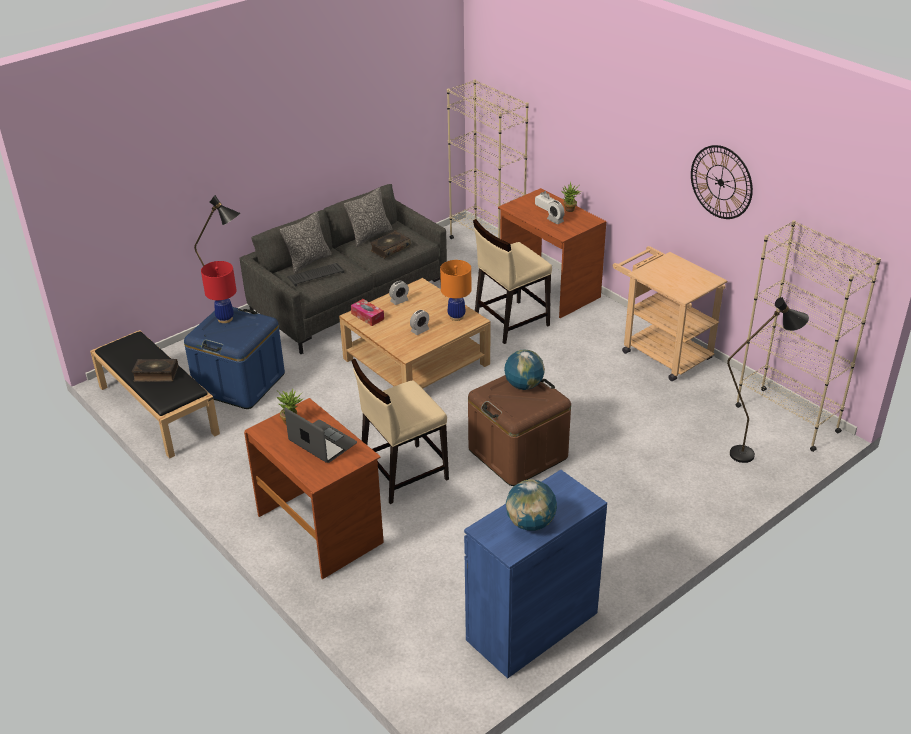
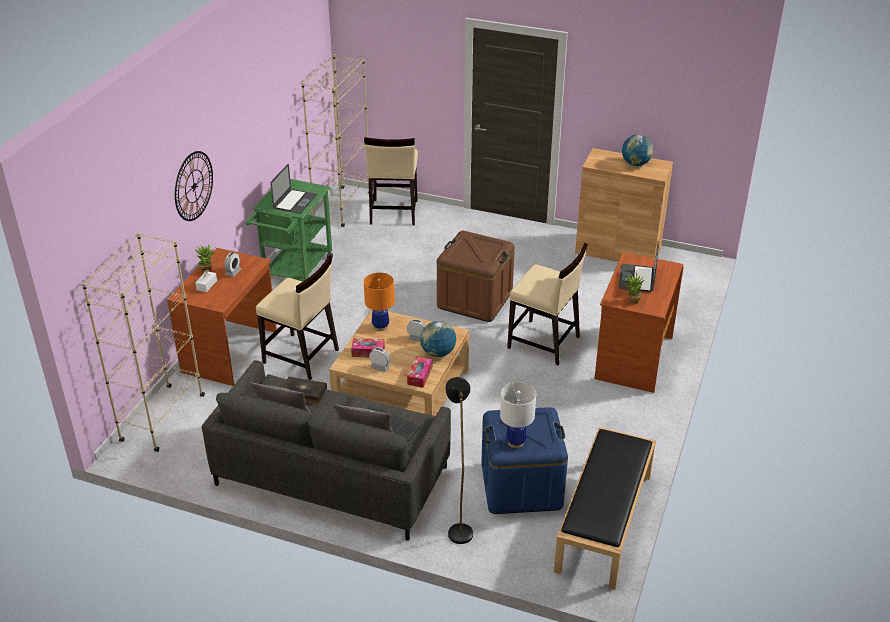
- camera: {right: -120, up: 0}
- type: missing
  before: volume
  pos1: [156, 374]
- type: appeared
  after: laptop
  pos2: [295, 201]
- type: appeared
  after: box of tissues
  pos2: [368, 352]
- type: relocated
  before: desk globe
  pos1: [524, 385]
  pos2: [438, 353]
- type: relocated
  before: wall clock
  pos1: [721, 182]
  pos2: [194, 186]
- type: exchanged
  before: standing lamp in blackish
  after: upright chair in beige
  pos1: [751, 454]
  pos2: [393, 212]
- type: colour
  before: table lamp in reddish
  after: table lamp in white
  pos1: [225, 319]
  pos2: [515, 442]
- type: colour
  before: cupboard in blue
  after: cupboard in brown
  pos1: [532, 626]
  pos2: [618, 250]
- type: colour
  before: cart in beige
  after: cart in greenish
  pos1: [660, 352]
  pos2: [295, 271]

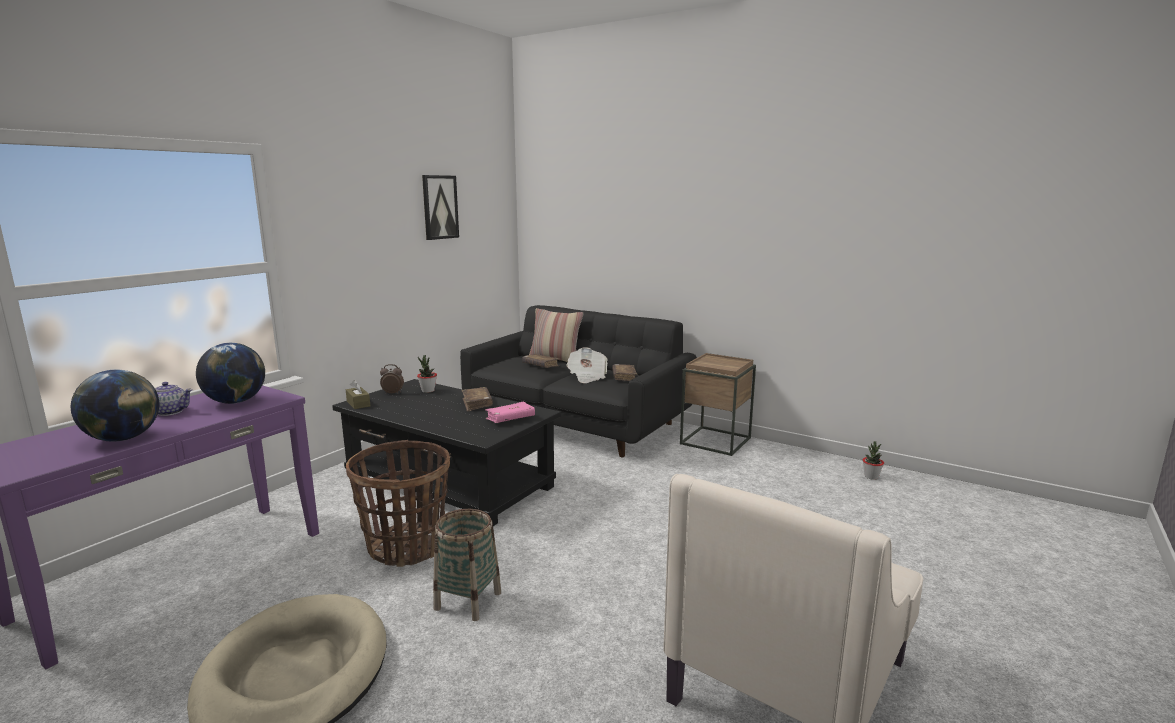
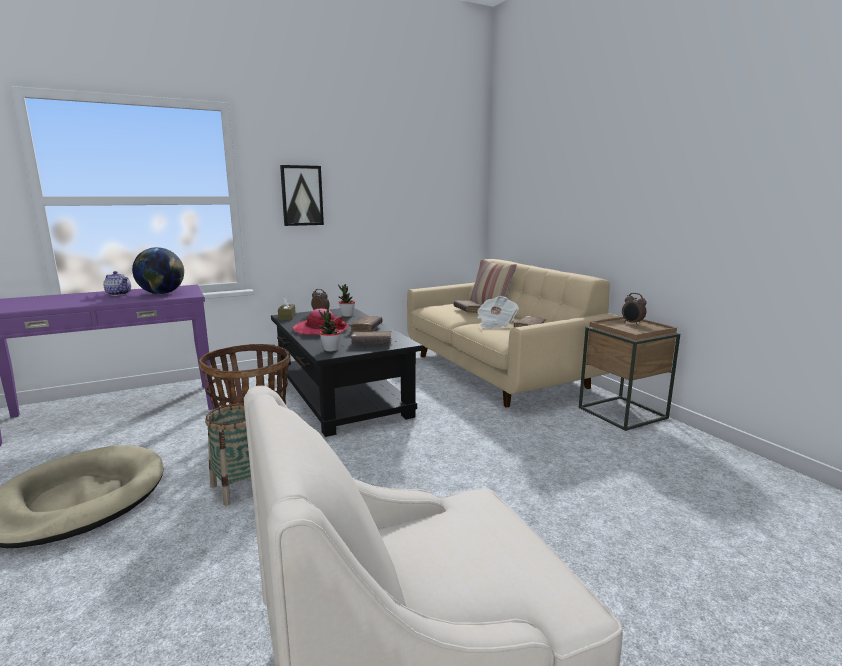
- camera: {right: 30, up: 0}
- type: missing
  before: desk globe
  pos1: [123, 439]
- type: appeared
  after: hat
  pos2: [320, 329]
- type: appeared
  after: table clock
  pos2: [632, 323]
- type: relocated
  before: wall picture
  pos1: [440, 207]
  pos2: [302, 195]
- type: relocated
  before: plant in a pot
  pos1: [871, 477]
  pos2: [331, 349]
- type: colour
  before: settee in blackish
  after: settee in beige
  pos1: [577, 423]
  pos2: [497, 371]
- type: colour
  before: volume in pink-coloured
  after: volume in brown
  pos1: [510, 419]
  pos2: [371, 343]

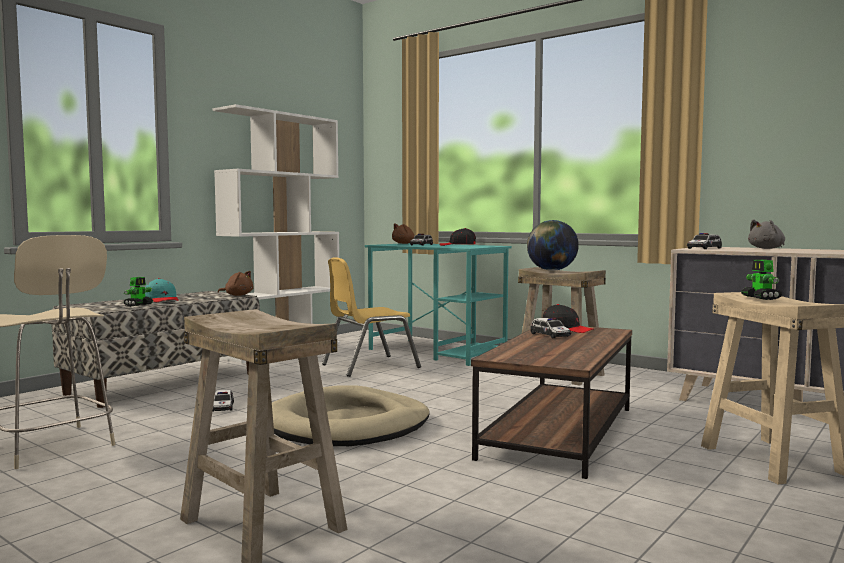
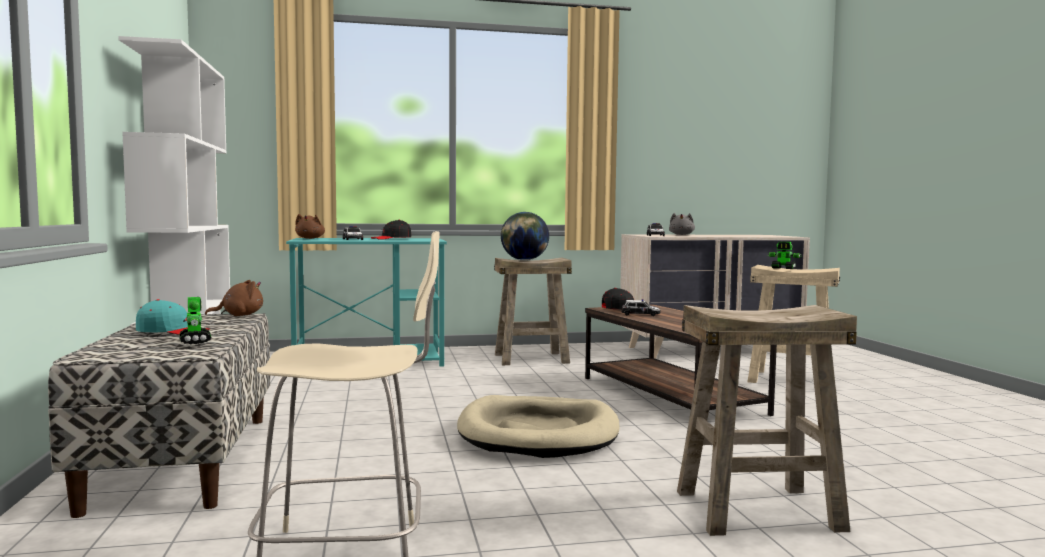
- camera: {right: -50, up: 0}
- type: missing
  before: miniature car
  pos1: [223, 407]
- type: missing
  before: upright chair in yellowish
  pos1: [369, 366]

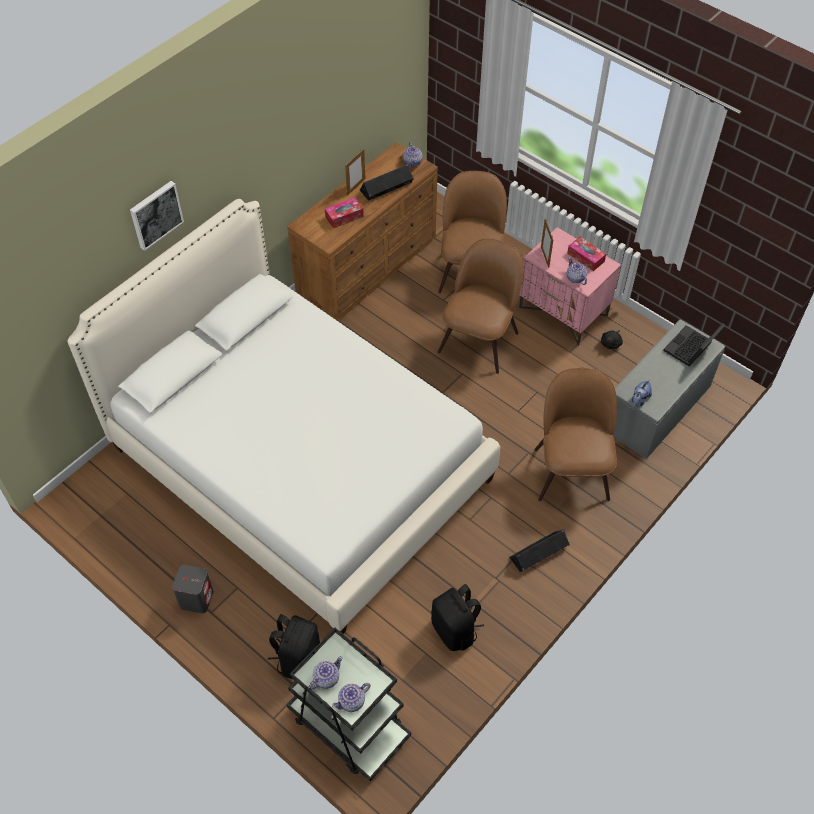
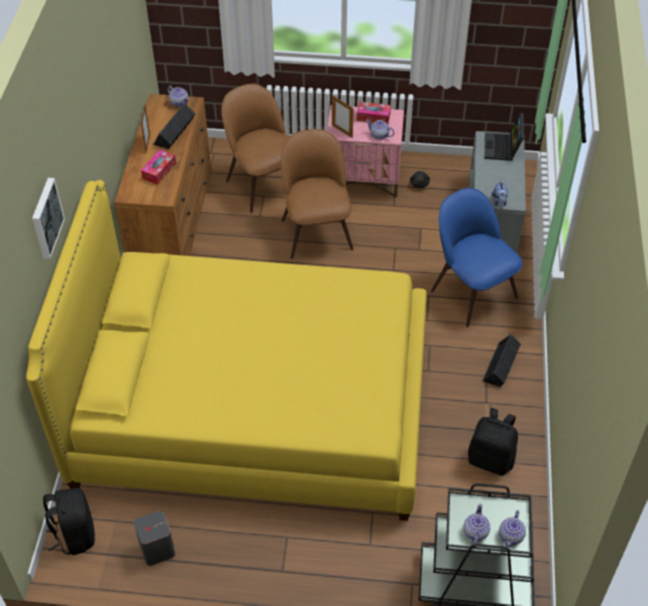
- camera: {right: -35, up: -5}
- type: relocated
  before: audio speaker in grey
  pos1: [196, 598]
  pos2: [157, 549]
- type: relocated
  before: knapsack in blackish
  pos1: [297, 657]
  pos2: [75, 534]
- type: colour
  before: sleeping bed in white
  after: sleeping bed in yellowish
  pos1: [301, 462]
  pos2: [252, 405]
- type: colour
  before: upright chair in brown
  after: upright chair in blue
  pos1: [571, 470]
  pos2: [471, 291]

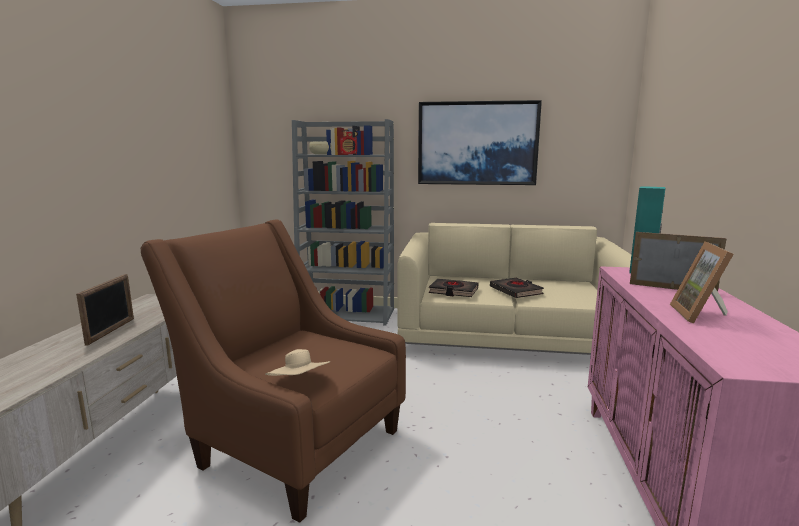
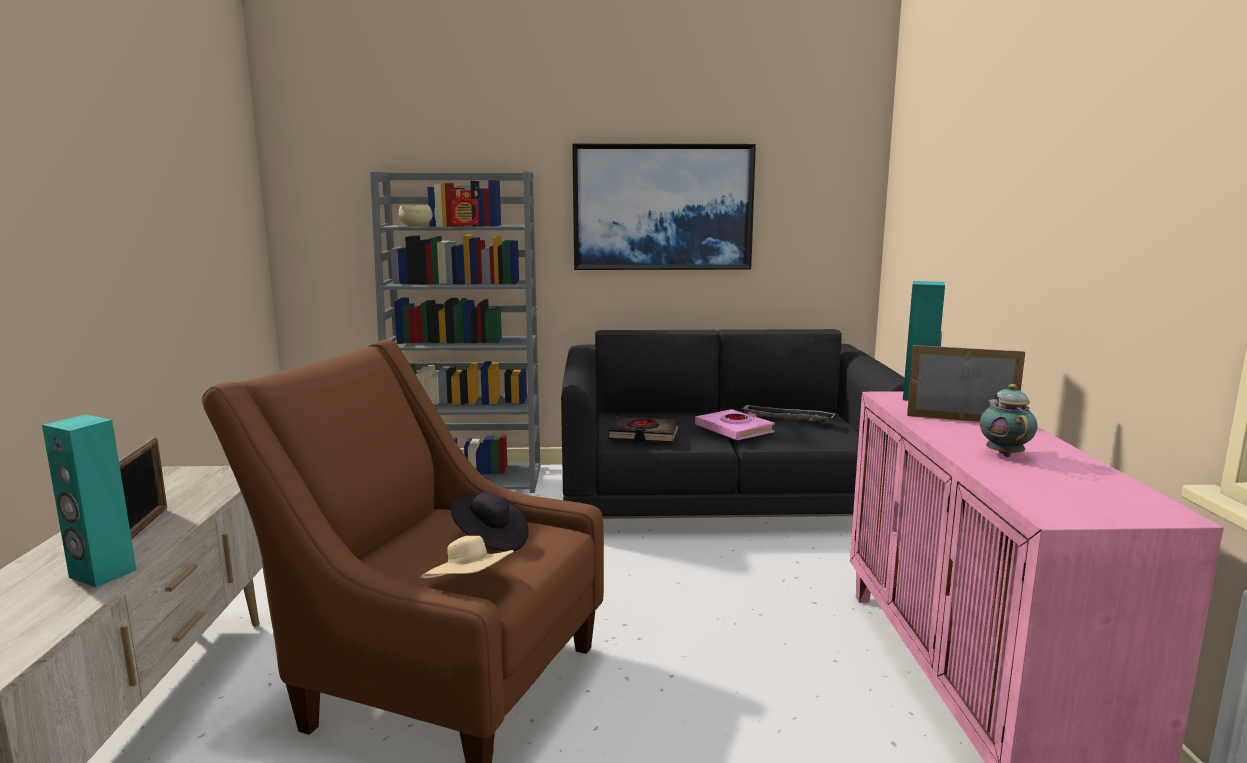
- camera: {right: -10, up: 0}
- type: appeared
  after: audio speaker in turquoise-coloured
  pos2: [102, 574]
- type: appeared
  after: hat in blackish
  pos2: [490, 540]
- type: appeared
  after: carrying tray
  pos2: [787, 418]
- type: exchanged
  before: picture frame
  after: pot for tea
  pos1: [702, 315]
  pos2: [1003, 454]
- type: colour
  before: settee in beige
  after: settee in blackish
  pos1: [507, 335]
  pos2: [721, 496]
- type: colour
  before: volume in blackish
  after: volume in pink-coloured
  pos1: [516, 291]
  pos2: [734, 430]

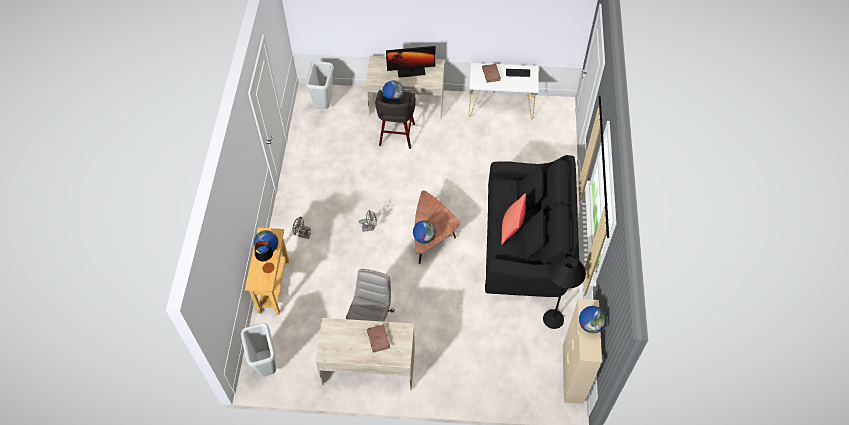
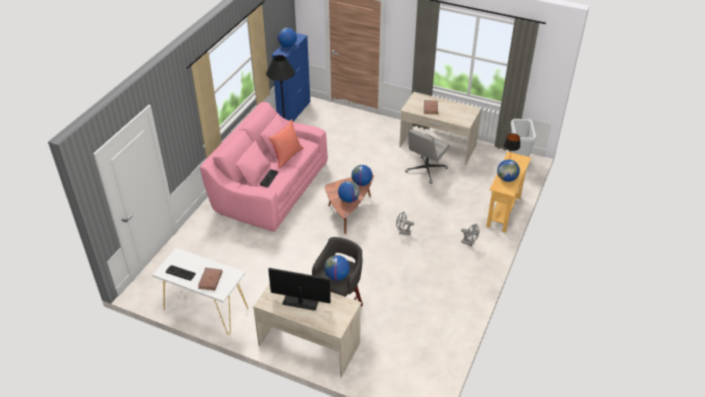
- camera: {right: -160, up: -15}
- type: missing
  before: rubbish bin in grey
  pos1: [324, 105]
- type: appeared
  after: desk globe
  pos2: [348, 199]
- type: colour
  before: settee in blackish
  after: settee in pink-coloured
  pos1: [527, 241]
  pos2: [269, 187]
- type: colour
  before: cupboard in beige
  after: cupboard in blue
  pos1: [572, 374]
  pos2: [294, 111]

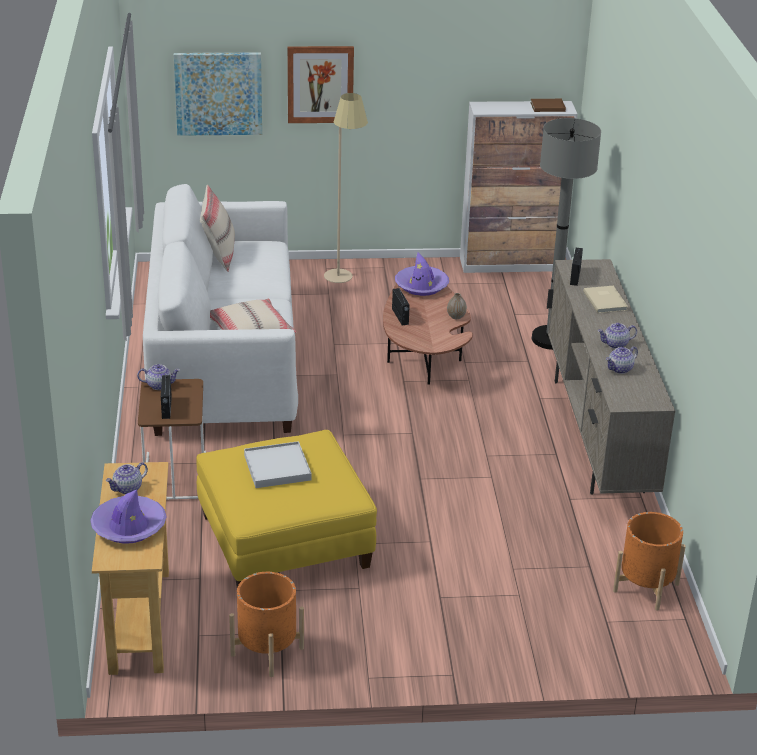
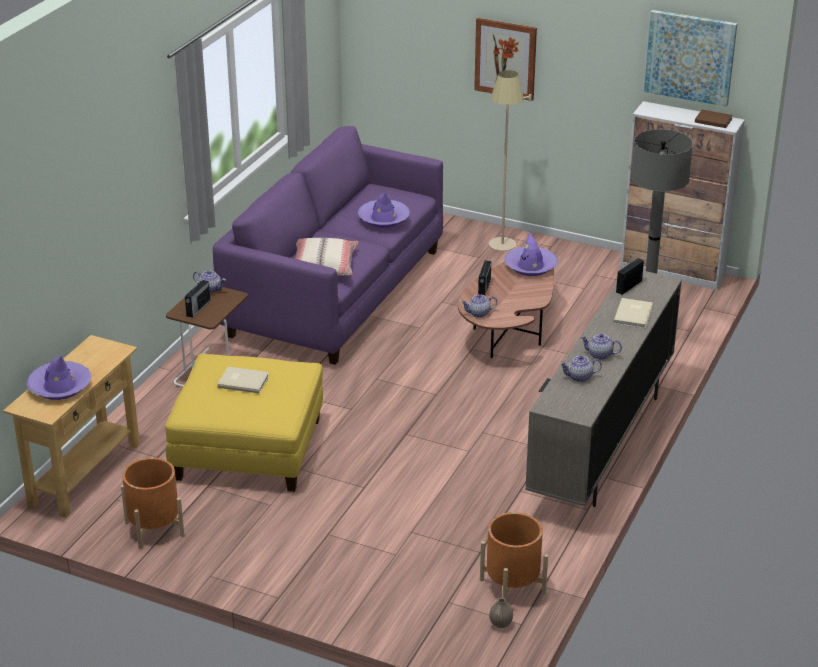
- camera: {right: 30, up: 0}
- type: missing
  before: pillow in beige
  pos1: [218, 255]
- type: appeared
  after: hat in purplish
  pos2: [383, 218]
- type: relocated
  before: pot for tea
  pos1: [127, 489]
  pos2: [478, 313]
- type: relocated
  before: wall picture
  pos1: [218, 93]
  pos2: [690, 57]
- type: relocated
  before: vase
  pos1: [456, 317]
  pos2: [500, 624]
- type: exchanged
  before: carrying tray in white
  after: volume in beige
  pos1: [277, 468]
  pos2: [243, 381]
- type: colour
  before: settee in white
  after: settee in purplish
  pos1: [223, 362]
  pos2: [336, 292]

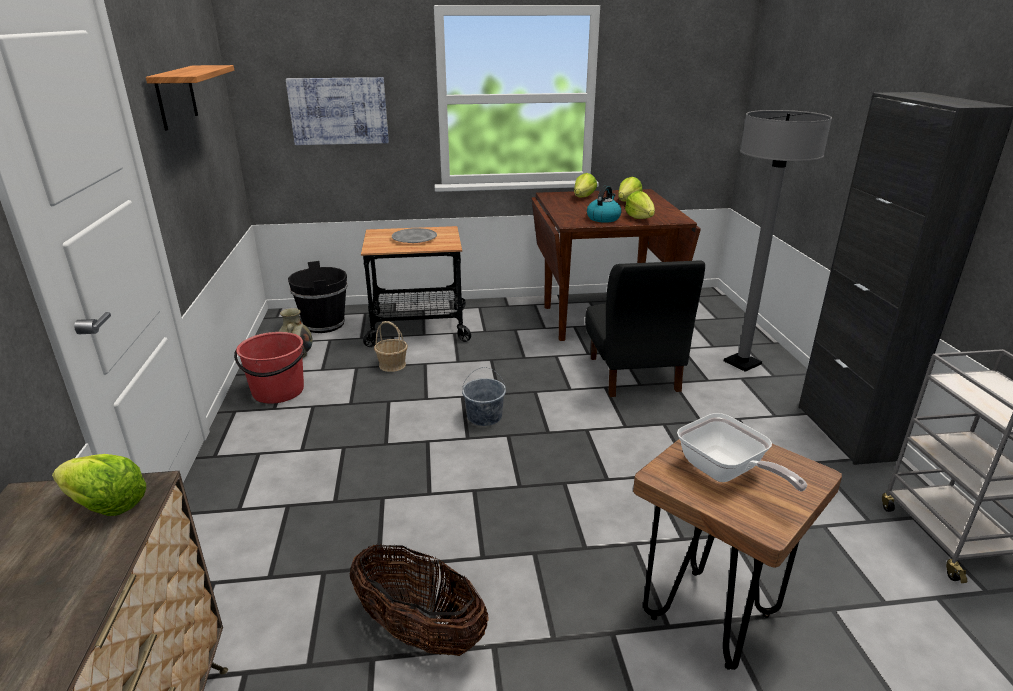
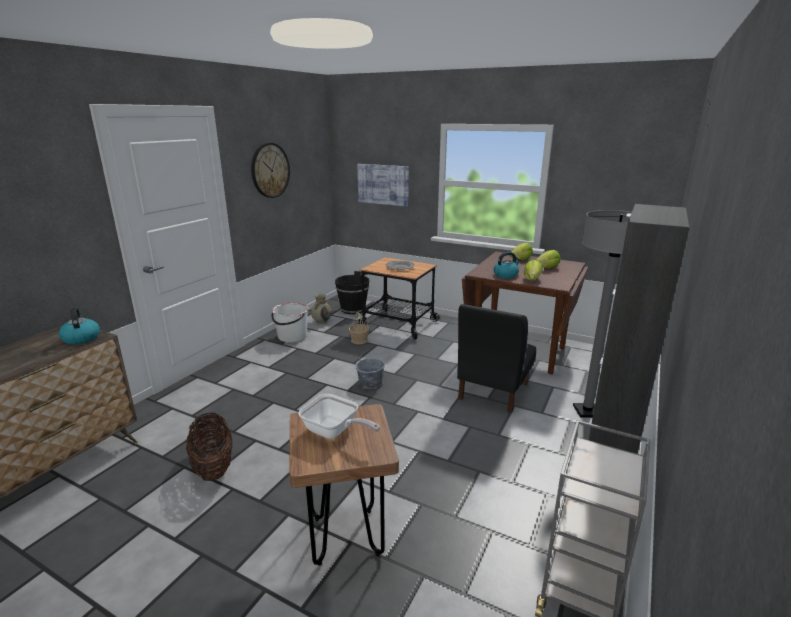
- camera: {right: 35, up: -5}
- type: exchanged
  before: lettuce
  after: water kettle
  pos1: [105, 506]
  pos2: [81, 338]
- type: exchanged
  before: wall shelf
  after: wall clock
  pos1: [176, 96]
  pos2: [270, 170]
- type: colour
  before: bucket in reddish
  after: bucket in white
  pos1: [278, 391]
  pos2: [292, 336]
- type: spun
  before: skillet
  pos1: [725, 473]
  pos2: [334, 432]
  turn: -60

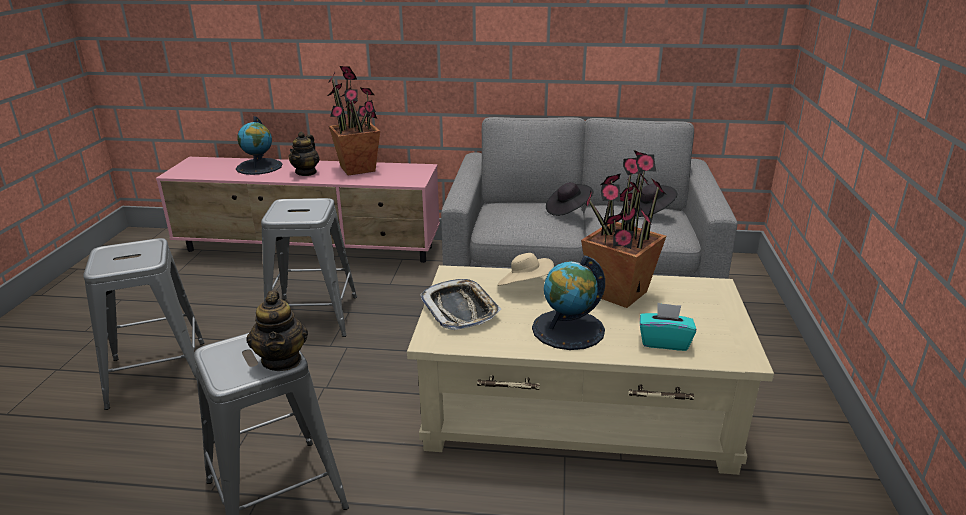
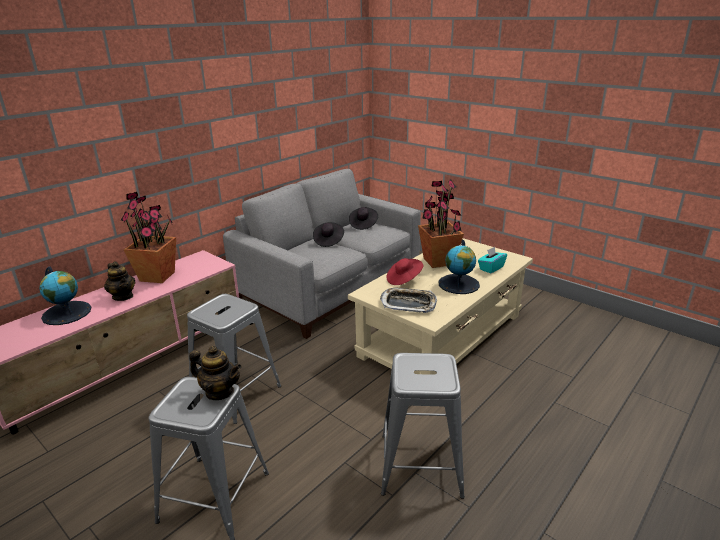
- camera: {right: -55, up: 0}
- type: relocated
  before: pot for tea
  pos1: [282, 360]
  pos2: [219, 392]
- type: colour
  before: hat in beige
  after: hat in reddish
  pos1: [525, 286]
  pos2: [404, 279]

